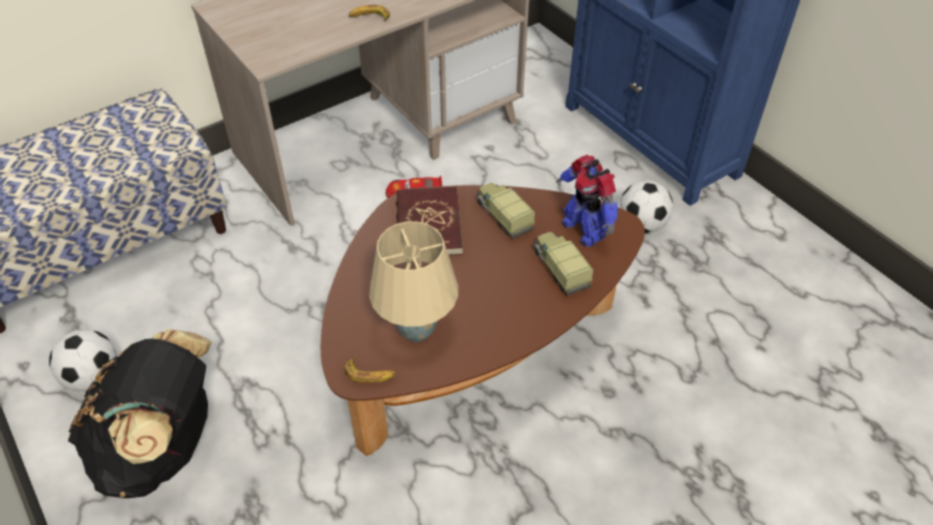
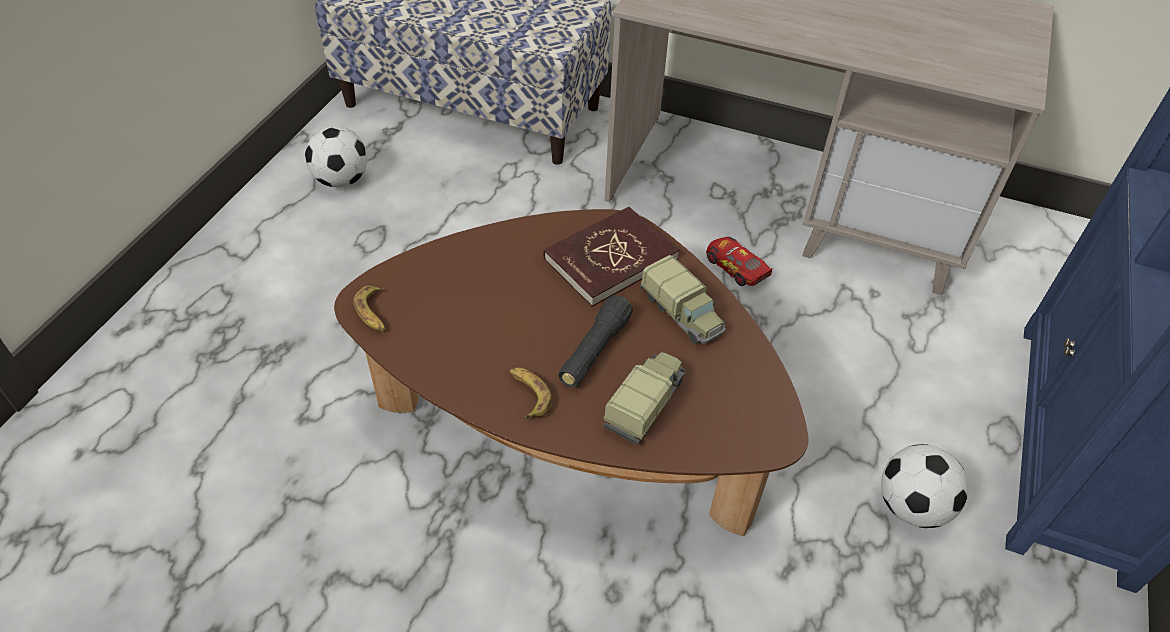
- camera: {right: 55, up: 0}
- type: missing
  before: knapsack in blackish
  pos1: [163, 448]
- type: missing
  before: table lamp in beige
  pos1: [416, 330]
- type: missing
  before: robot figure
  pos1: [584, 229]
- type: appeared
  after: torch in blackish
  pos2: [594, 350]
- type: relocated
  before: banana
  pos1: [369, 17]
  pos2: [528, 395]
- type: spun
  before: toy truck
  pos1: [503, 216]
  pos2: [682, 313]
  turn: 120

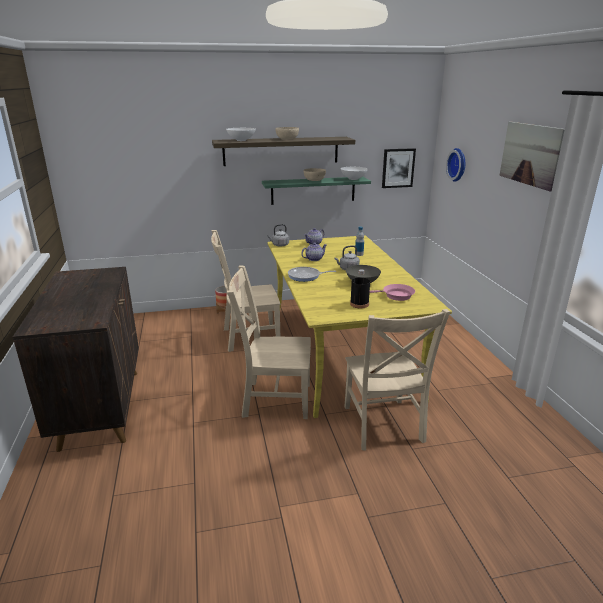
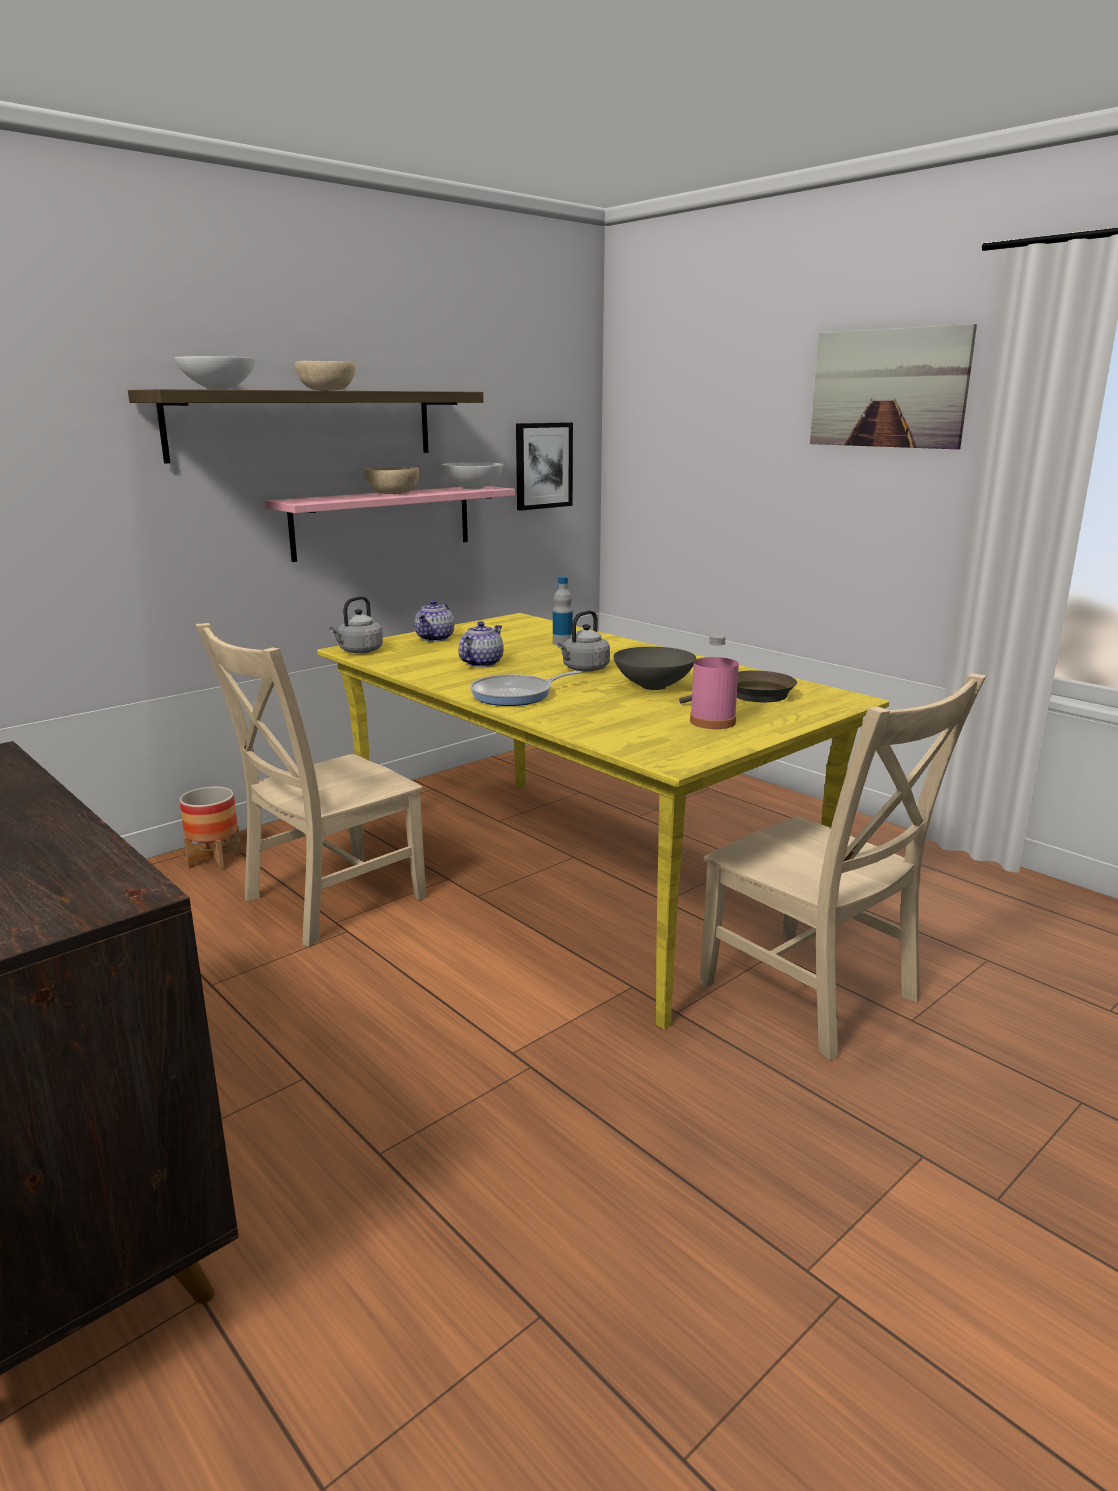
- camera: {right: -30, up: -5}
- type: missing
  before: upright chair in beige
  pos1: [273, 399]
- type: missing
  before: wall clock
  pos1: [458, 164]
- type: colour
  before: wall shelf in greenish
  after: wall shelf in pink-coloured
  pos1: [313, 190]
  pos2: [383, 522]
- type: colour
  before: bottle in blackish
  after: bottle in pink-coloured
  pos1: [359, 304]
  pos2: [712, 721]
- type: colour
  before: skillet in pink-coloured
  after: skillet in brown
  pos1: [395, 296]
  pos2: [753, 696]

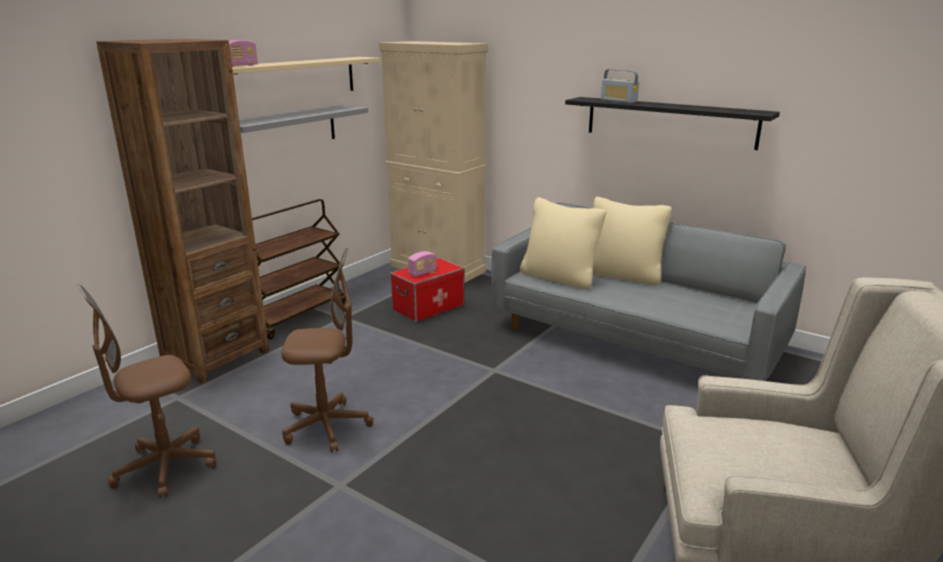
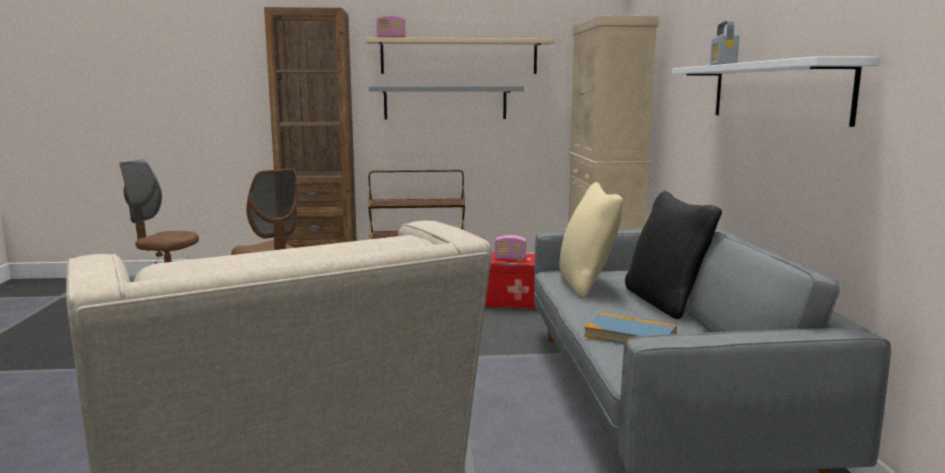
- camera: {right: 50, up: -10}
- type: appeared
  after: volume
  pos2: [630, 335]
- type: colour
  before: wall shelf in blackish
  after: wall shelf in white
  pos1: [669, 122]
  pos2: [775, 92]
- type: colour
  before: pillow in beige
  after: pillow in blackish
  pos1: [622, 275]
  pos2: [665, 302]

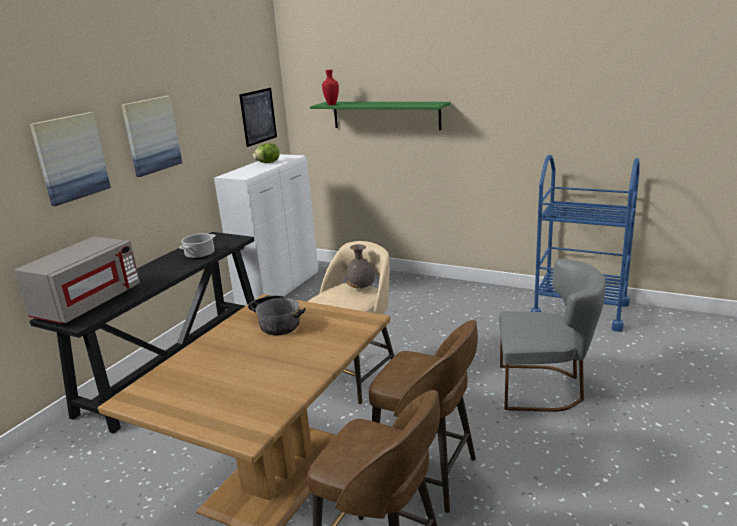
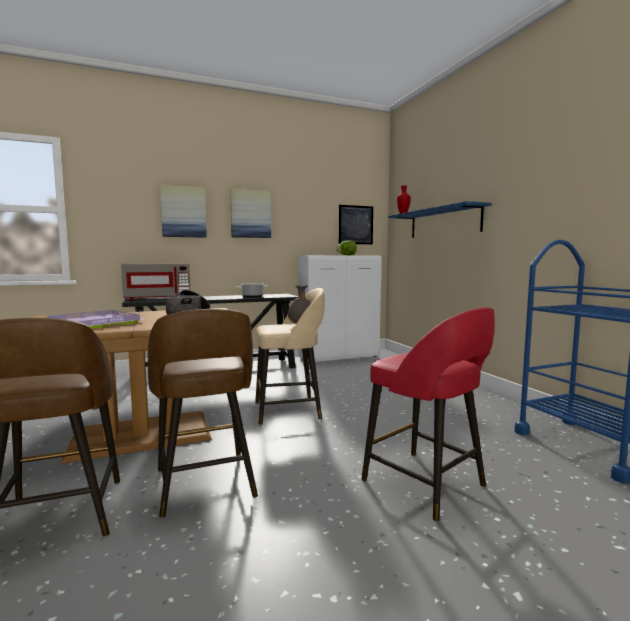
- camera: {right: 40, up: -15}
- type: appeared
  after: carrying tray in purplish
  pos2: [92, 323]
- type: exchanged
  before: upright chair in grey
  after: sitting stool in reddish
  pos1: [545, 388]
  pos2: [426, 484]
- type: colour
  before: wall shelf in greenish
  after: wall shelf in blue
  pos1: [385, 115]
  pos2: [444, 222]

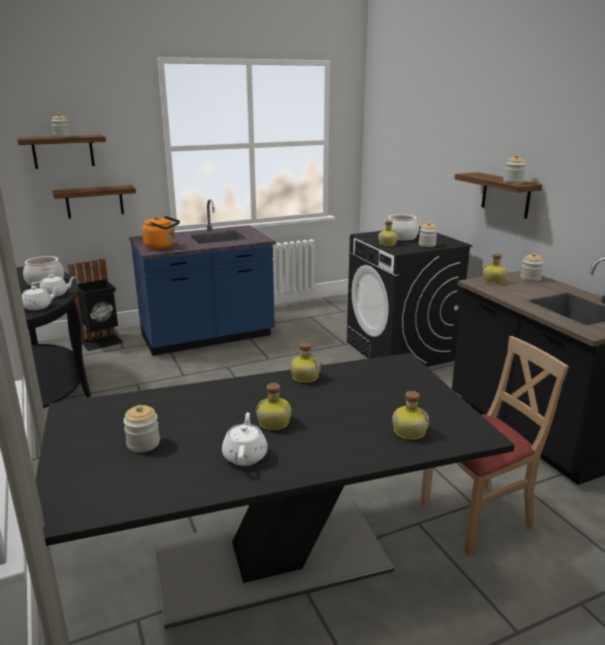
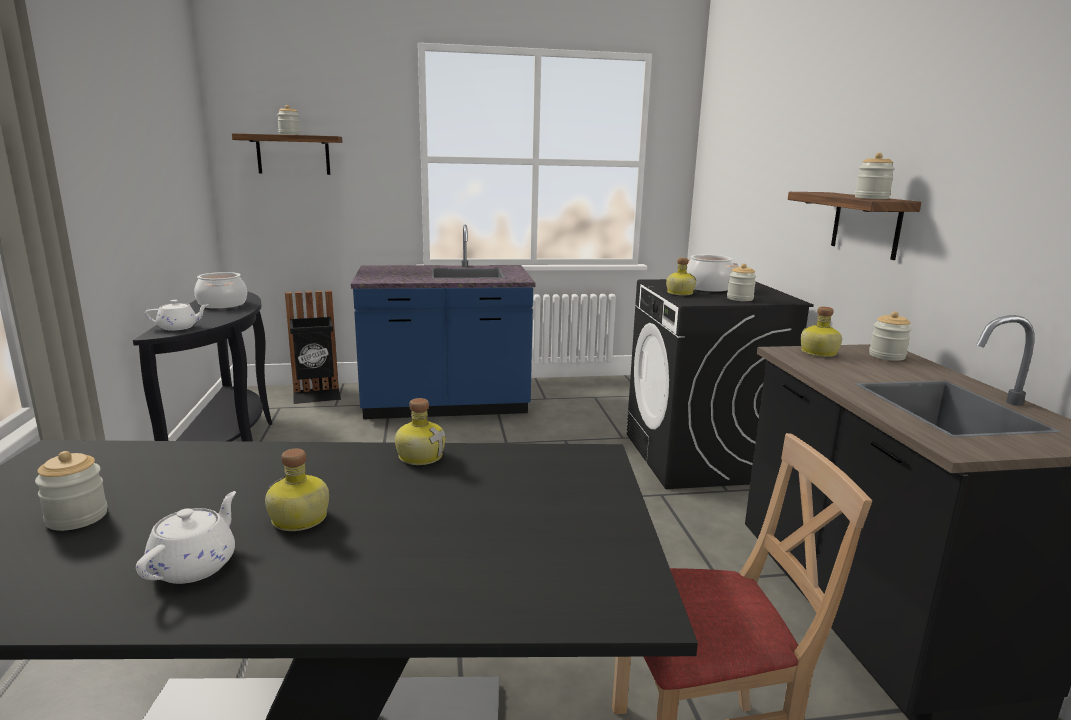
- camera: {right: 15, up: -5}
- type: missing
  before: pot for tea in white
  pos1: [55, 294]
- type: missing
  before: wall shelf
  pos1: [94, 201]
- type: missing
  before: water kettle in orange-coloured
  pos1: [162, 247]
- type: missing
  before: bottle
  pos1: [408, 431]

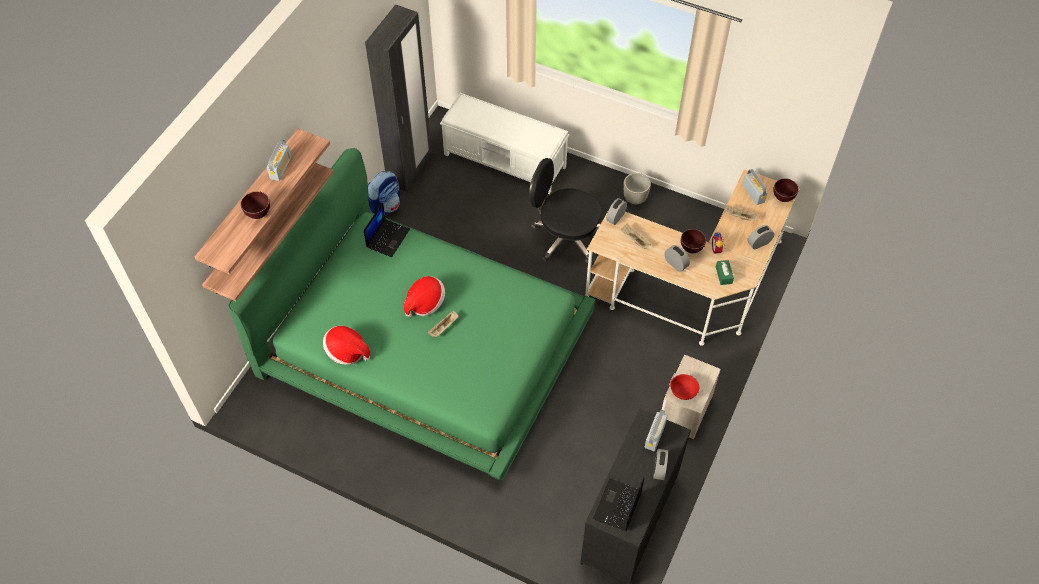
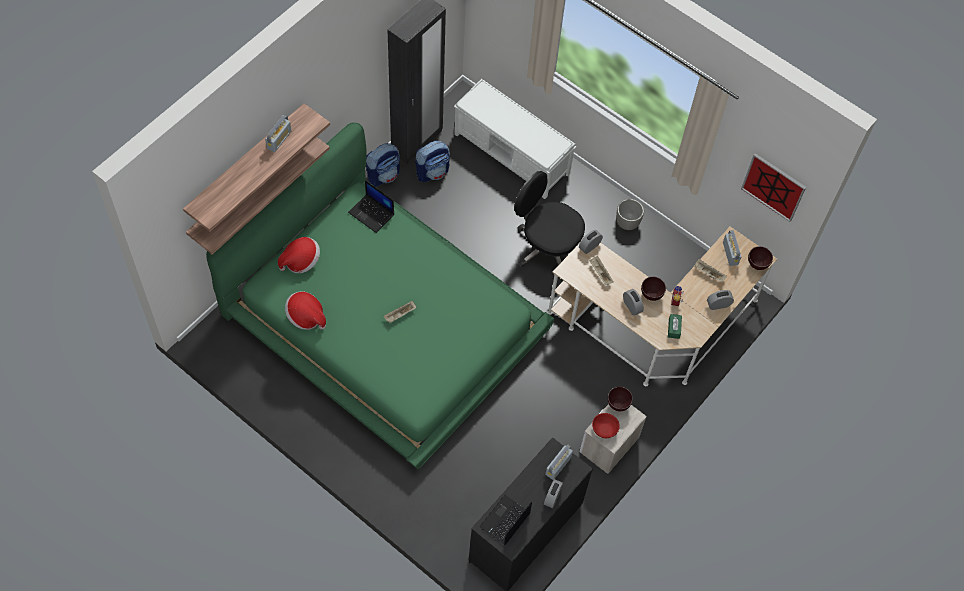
- camera: {right: 10, up: 5}
- type: appeared
  after: knapsack
  pos2: [432, 172]
- type: appeared
  after: wall picture
  pos2: [773, 187]
- type: relocated
  before: deep dish in brown
  pos1: [258, 214]
  pos2: [617, 404]
- type: relocated
  before: hat
  pos1: [425, 303]
  pos2: [301, 261]
- type: spun
  before: laptop
  pos1: [388, 237]
  pos2: [372, 213]
  turn: 90

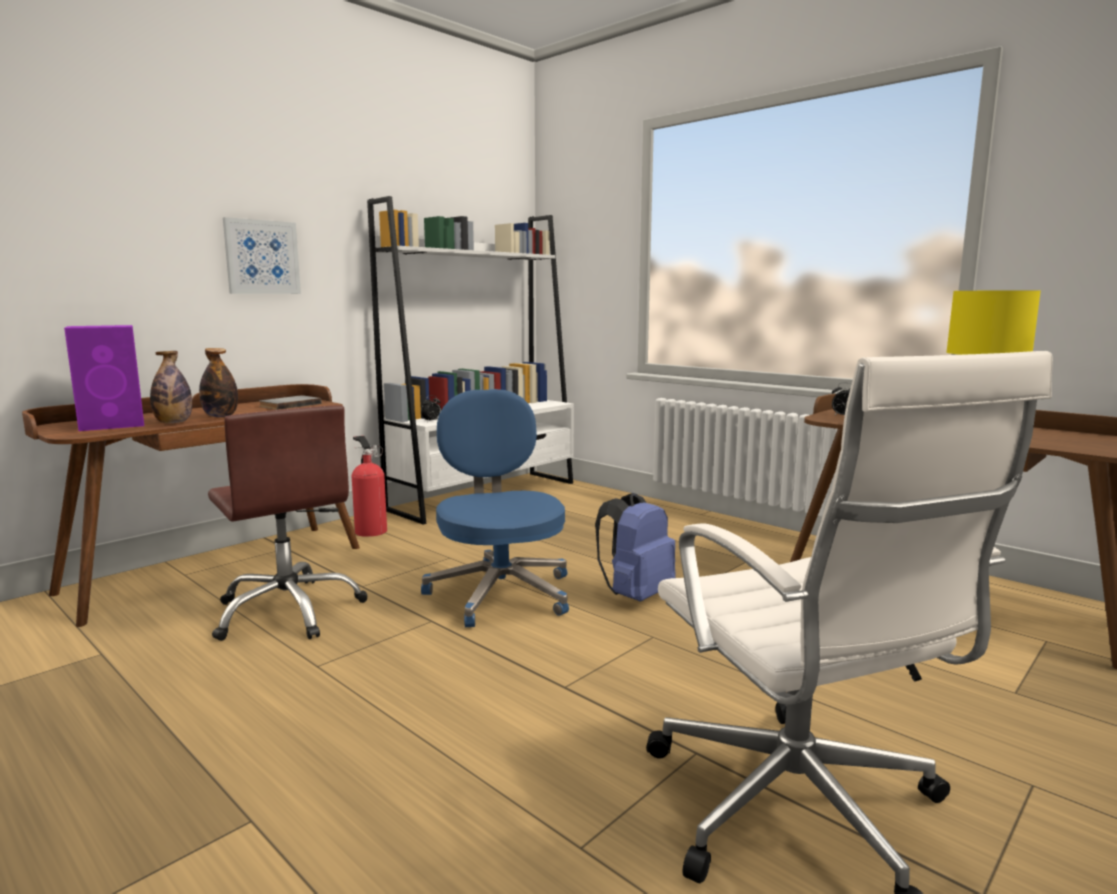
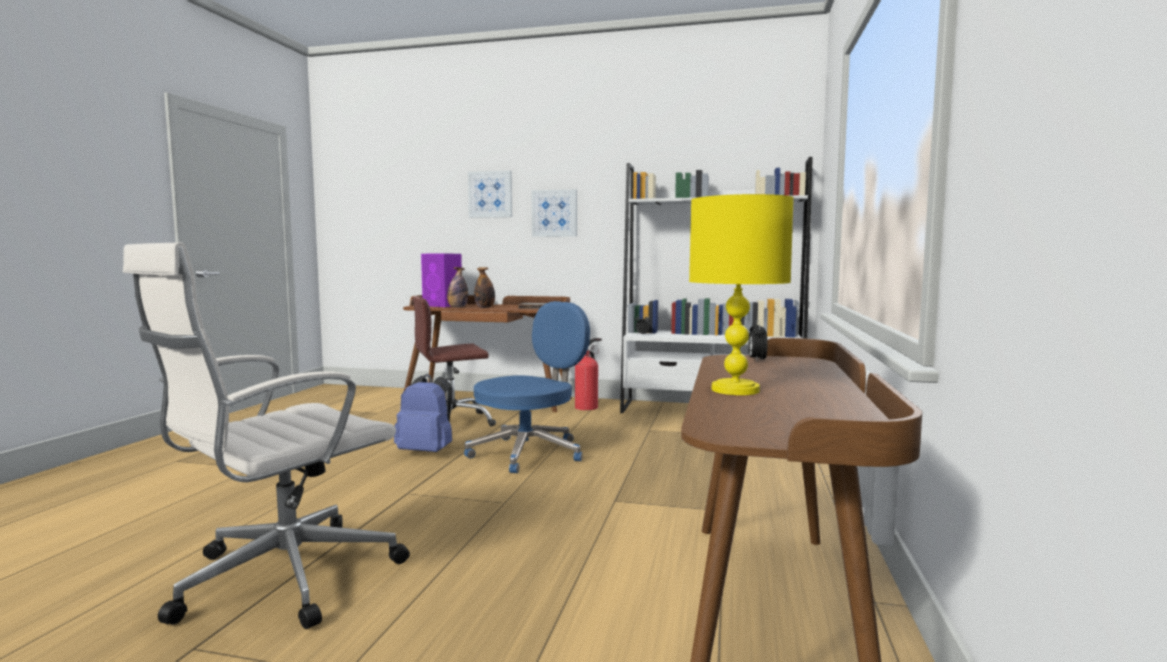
- camera: {right: 60, up: -5}
- type: appeared
  after: wall picture
  pos2: [490, 194]
- type: relocated
  before: knapsack in blue
  pos1: [635, 595]
  pos2: [427, 452]
- type: spun
  before: desk chair in brown
  pos1: [289, 611]
  pos2: [451, 423]
  turn: 45

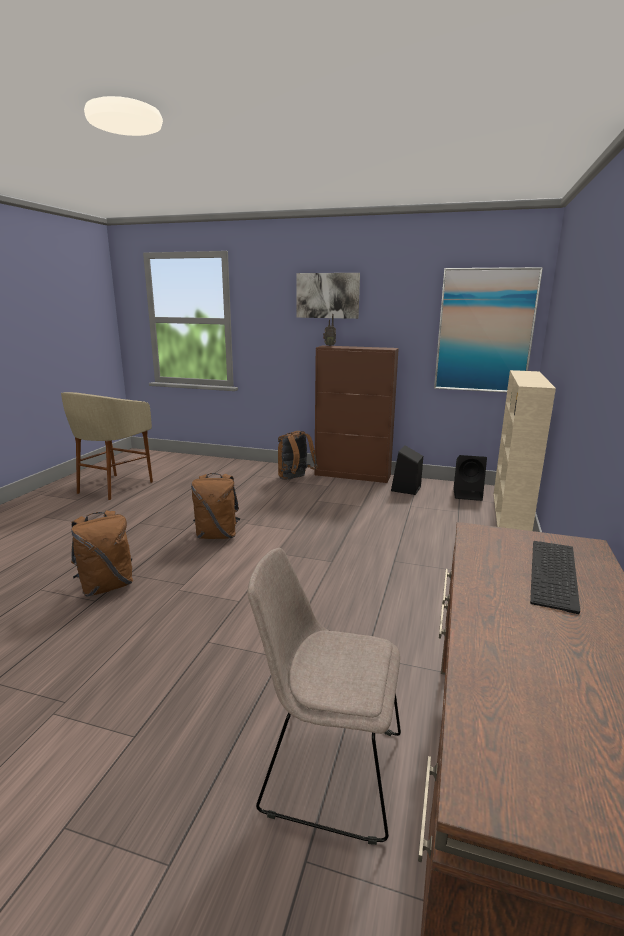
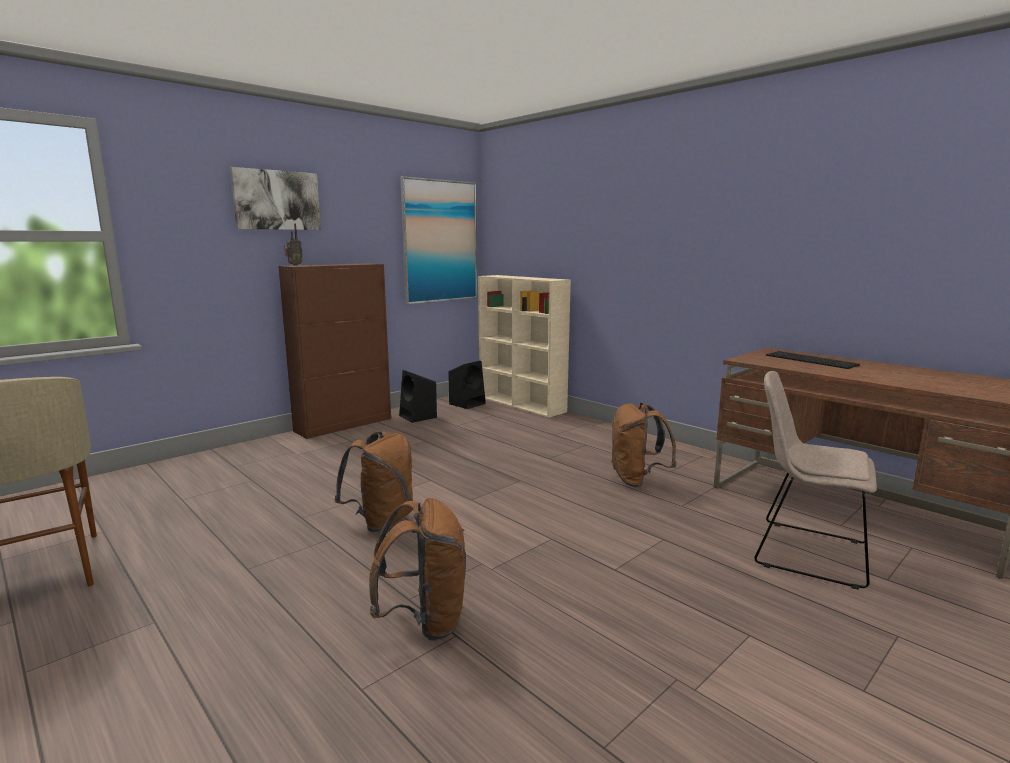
- camera: {right: -60, up: -5}
- type: relocated
  before: knapsack in brown
  pos1: [295, 479]
  pos2: [637, 480]
- type: spun
  before: upright chair in beige
  pos1: [327, 768]
  pos2: [804, 552]
  turn: 75

